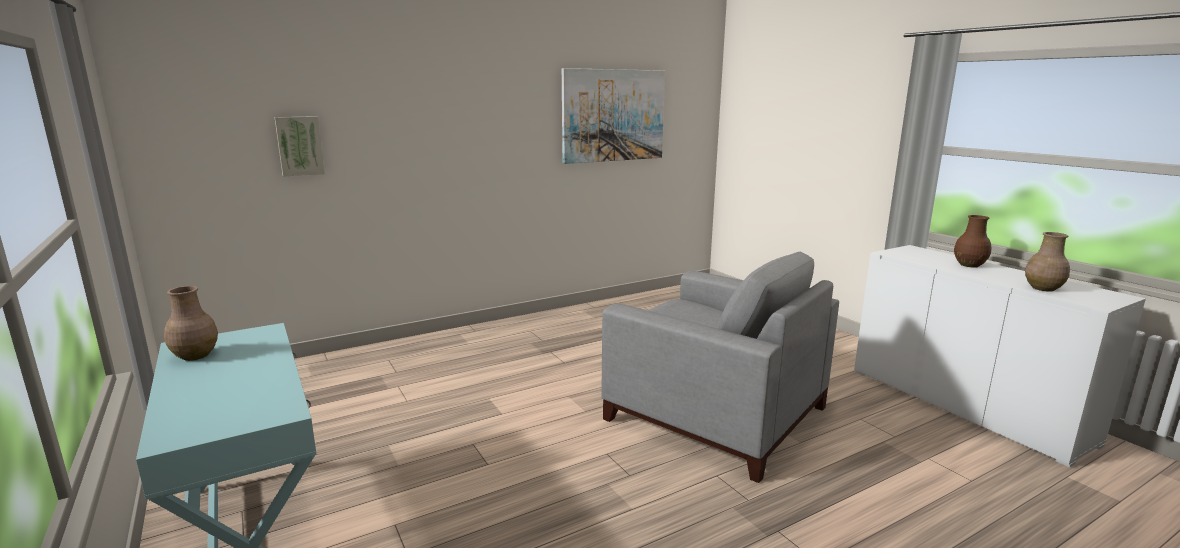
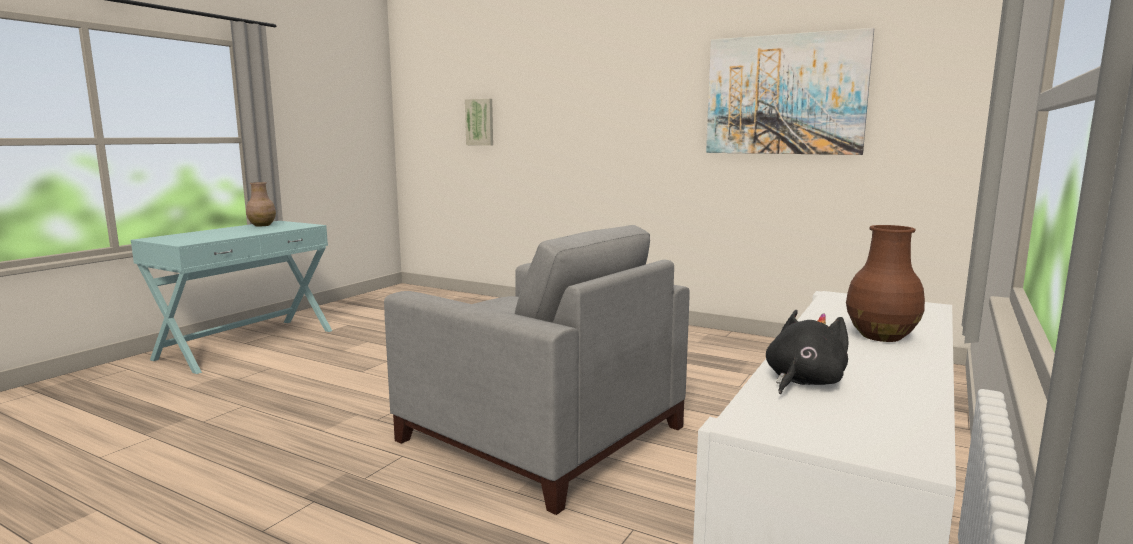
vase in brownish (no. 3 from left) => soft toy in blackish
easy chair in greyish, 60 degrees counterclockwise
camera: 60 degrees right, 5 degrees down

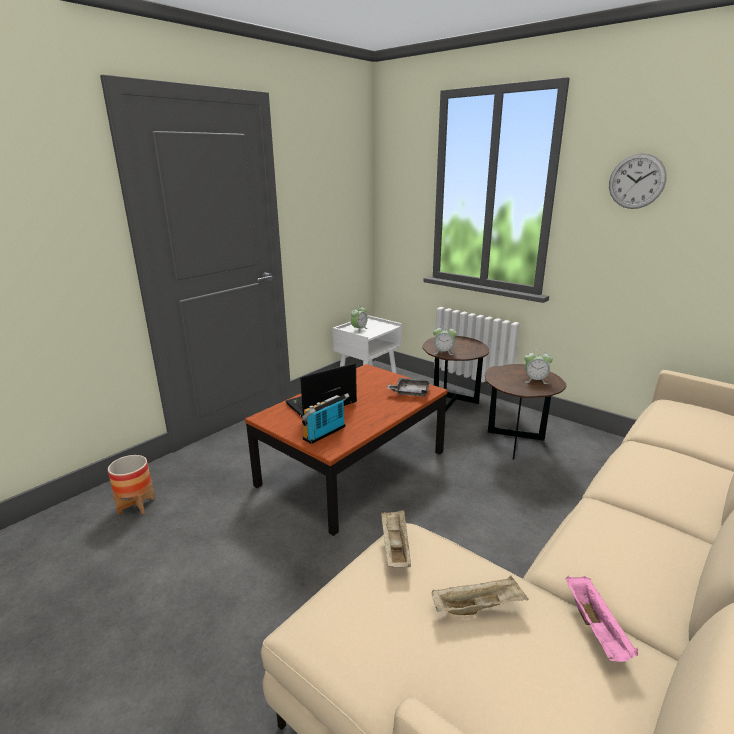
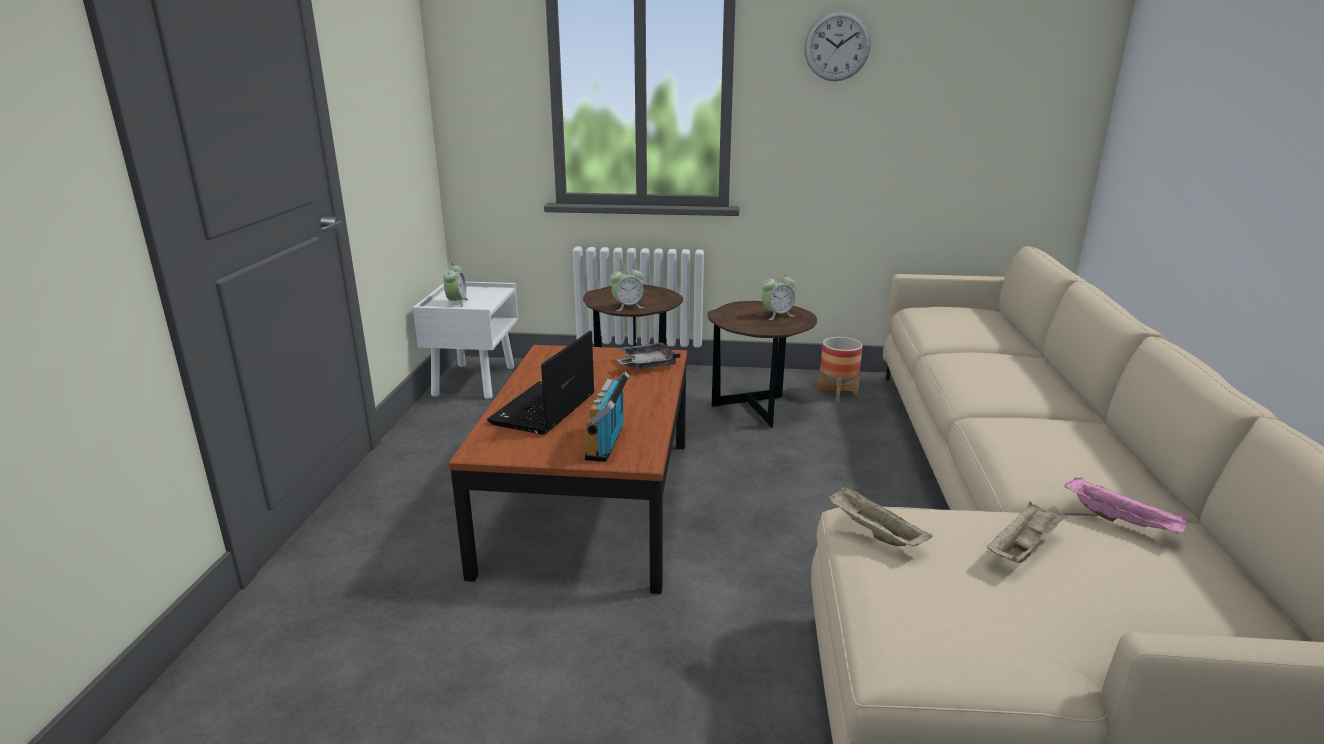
planter, relocated
camera: 35 degrees left, 0 degrees up

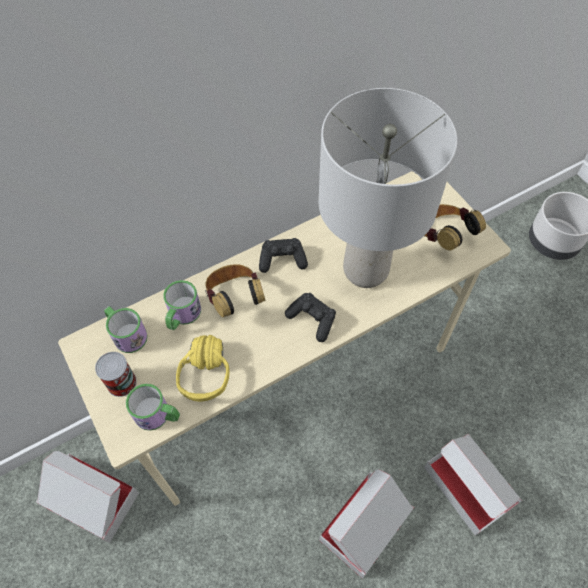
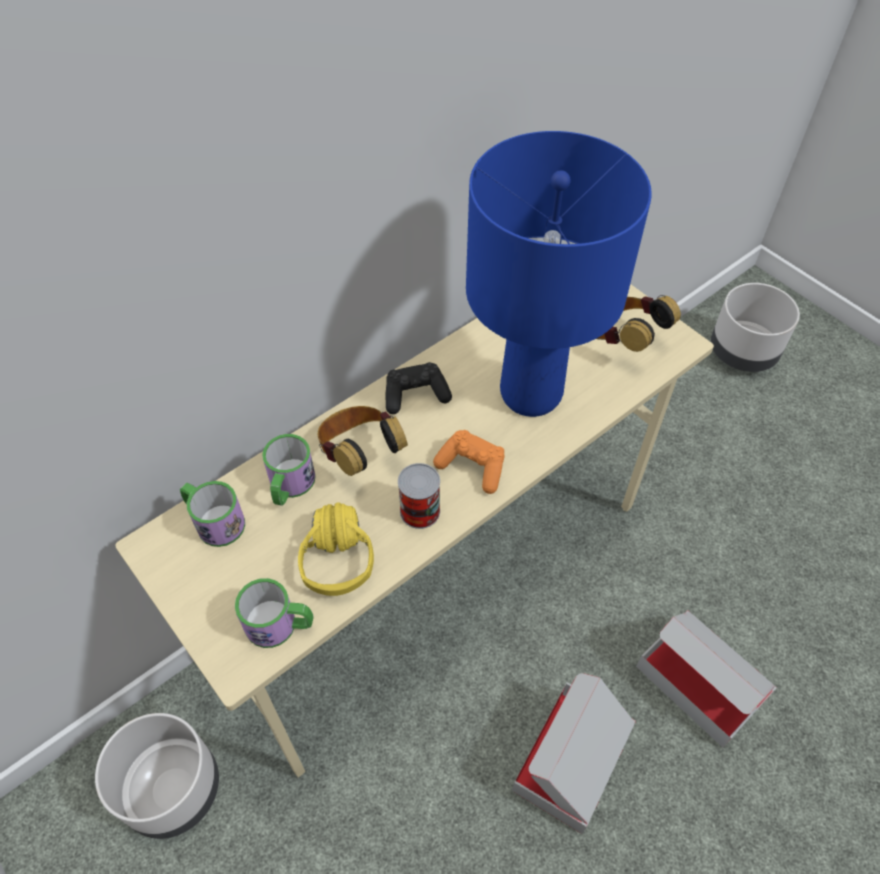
sealed can, relocated
cardboard box (no. 1 from left) => planter in greyish (no. 1 from left)
gamepad in blackish (no. 2 from left) => gamepad in orangey
table lamp in greyish => table lamp in blue
camera: 10 degrees left, 5 degrees down

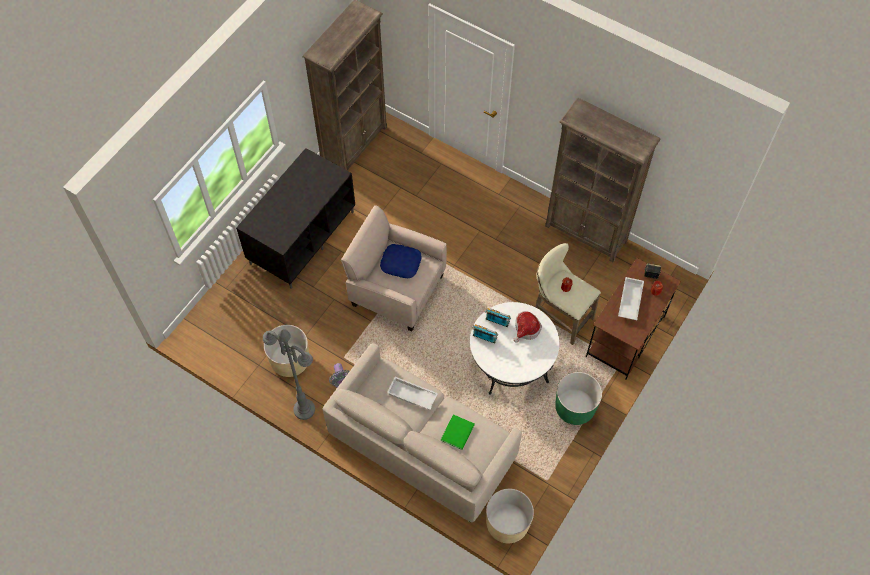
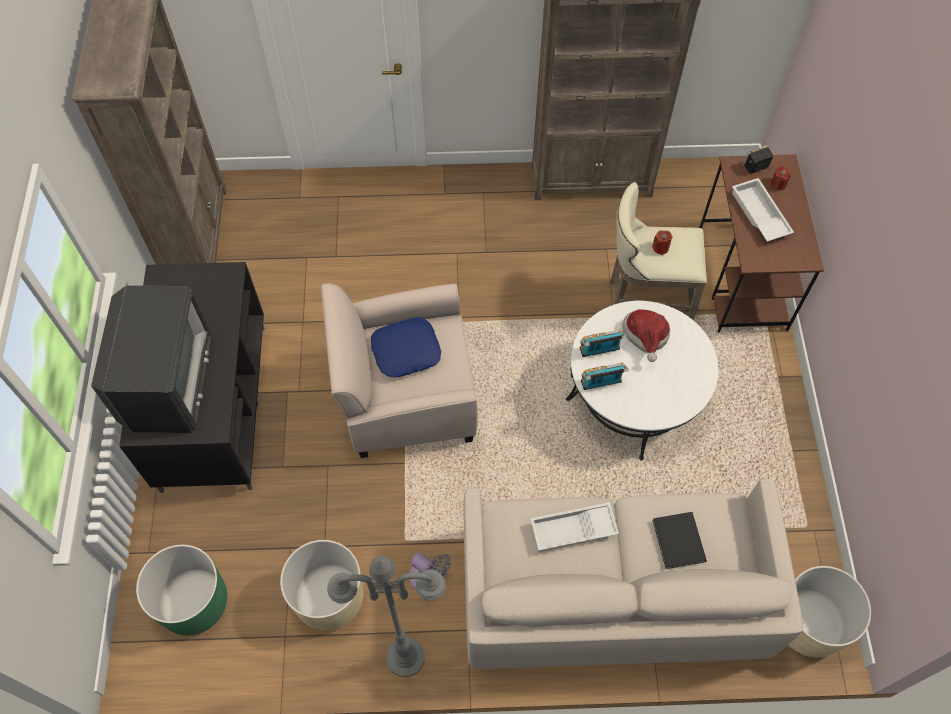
nothing => TV set
planter in green, relocated
volume in green => volume in blackish
camera: 35 degrees left, 0 degrees up

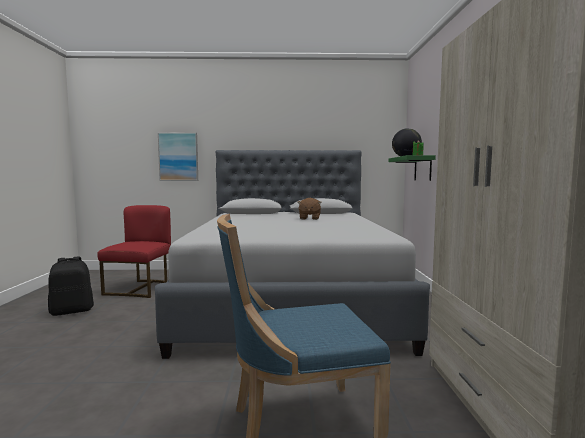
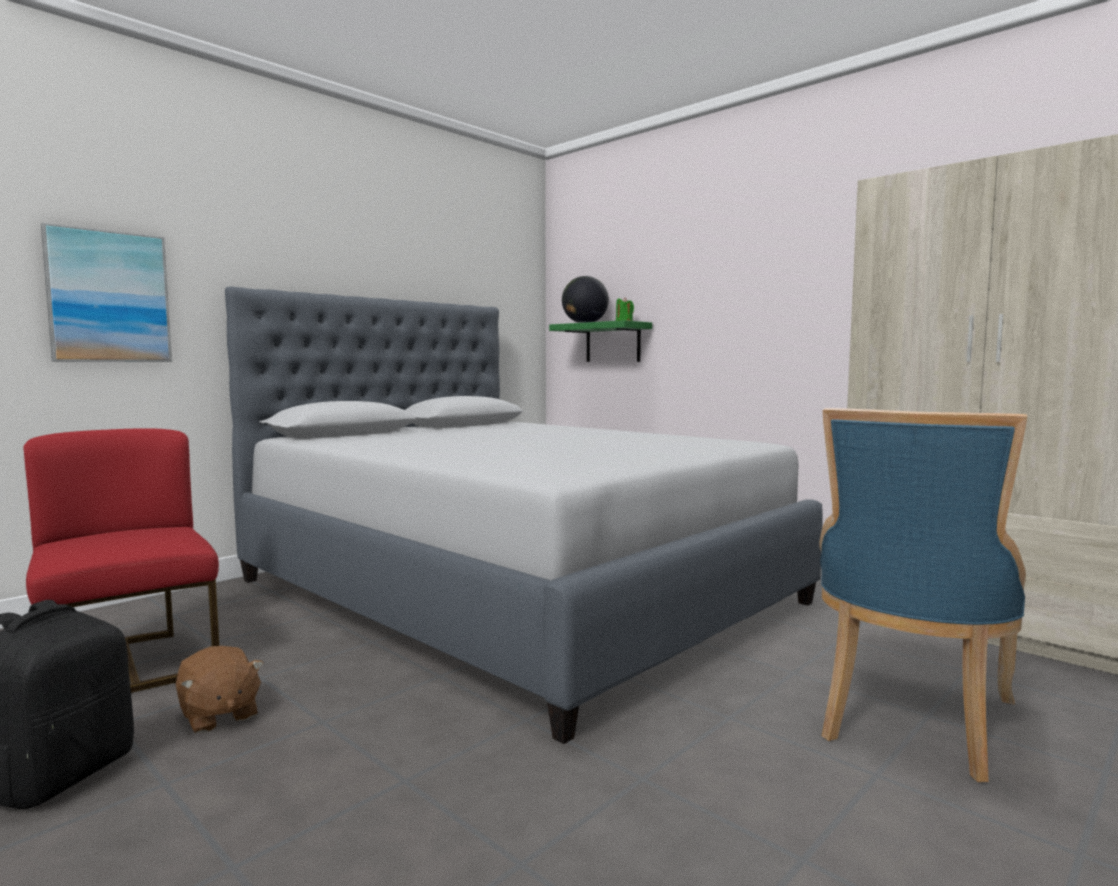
soft toy in brownish, relocated
camera: 45 degrees left, 0 degrees up

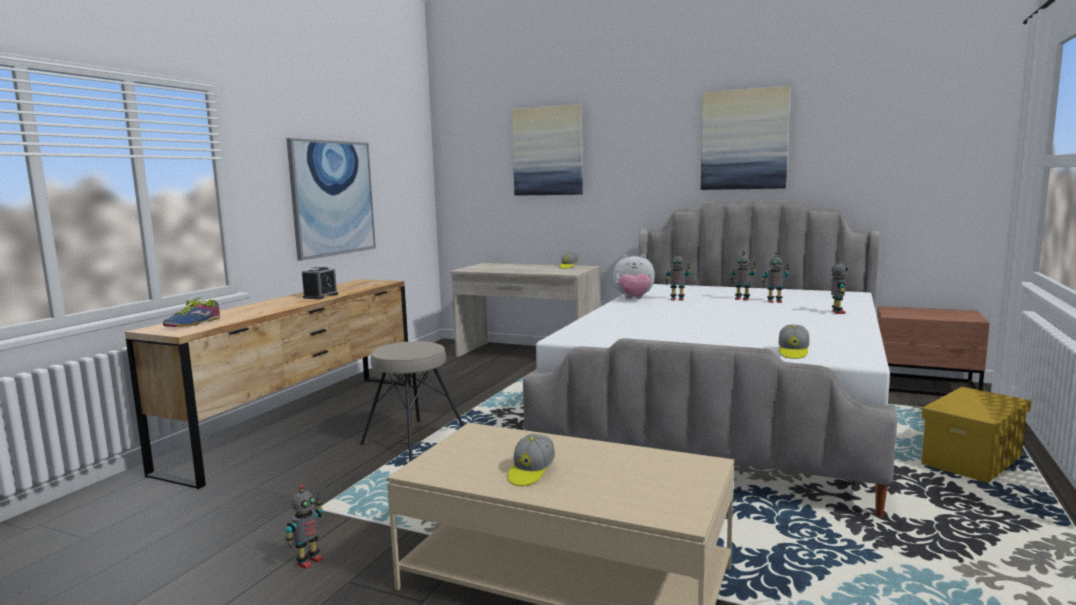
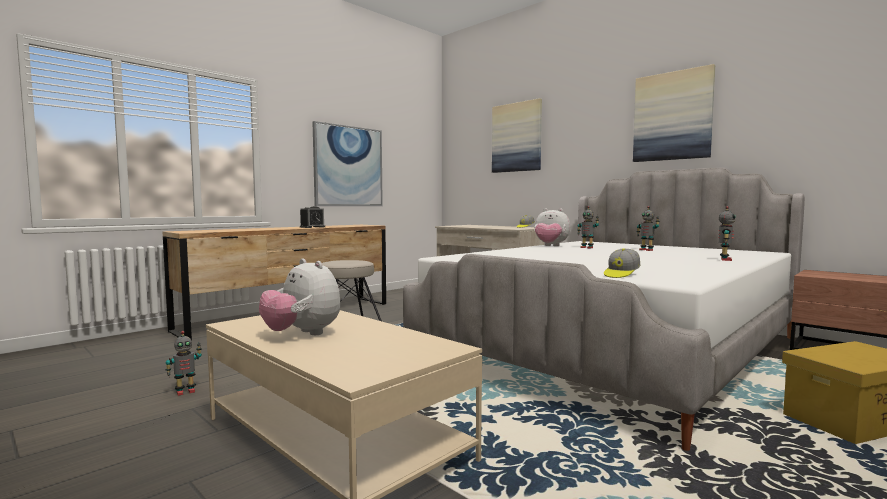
shoe => nothing
model robot (no. 4 from left) => nothing
peaked cap (no. 1 from left) => soft toy (no. 1 from left)
camera: 20 degrees right, 5 degrees down

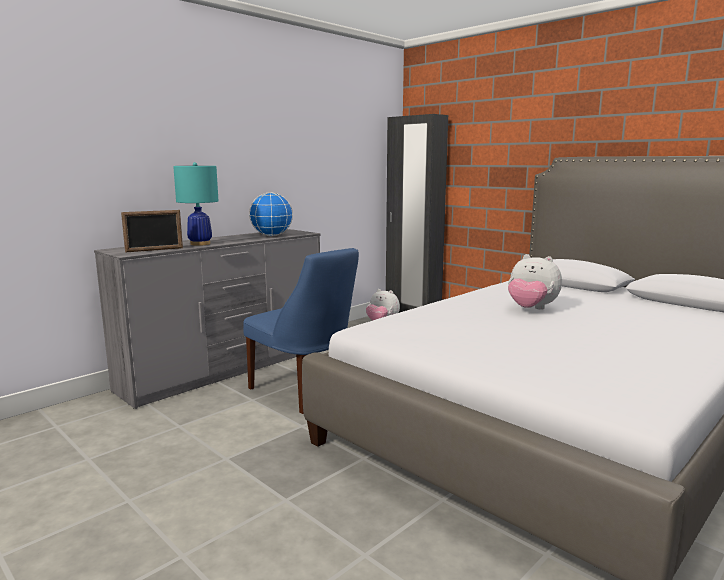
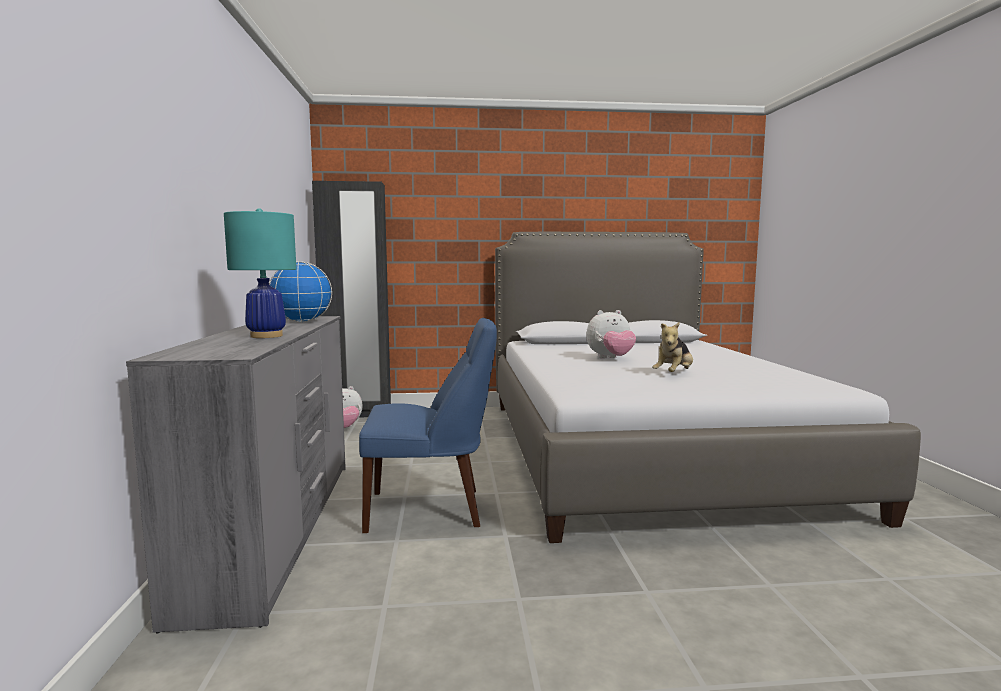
standing frame => nothing
nothing => soft toy (no. 3 from left)
camera: 50 degrees left, 5 degrees down

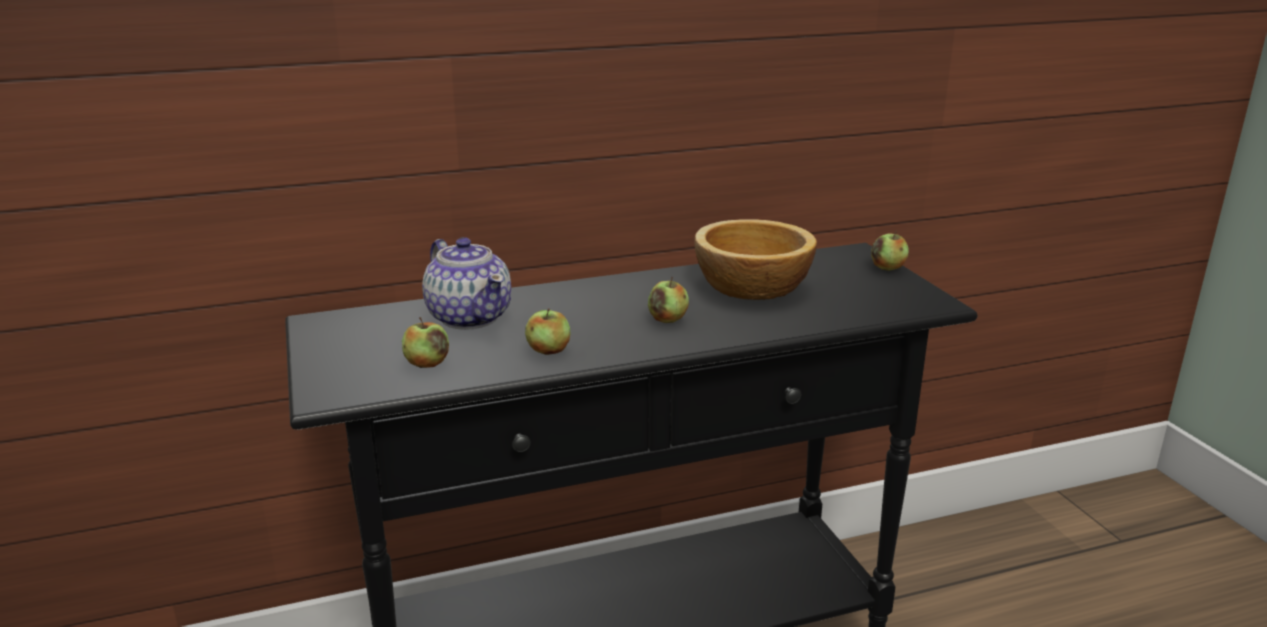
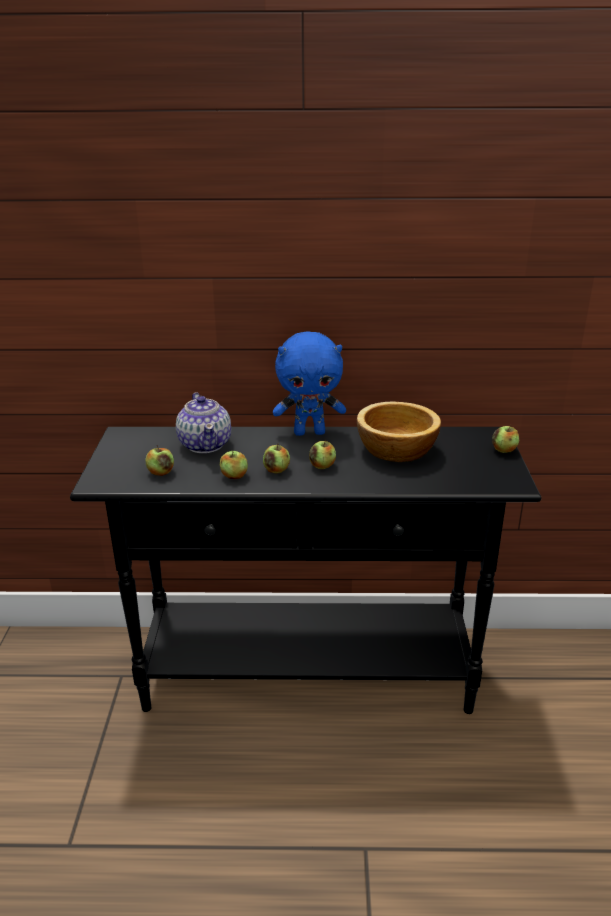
nothing => apple (no. 3 from left)
nothing => soft toy in blue
camera: 20 degrees right, 5 degrees up

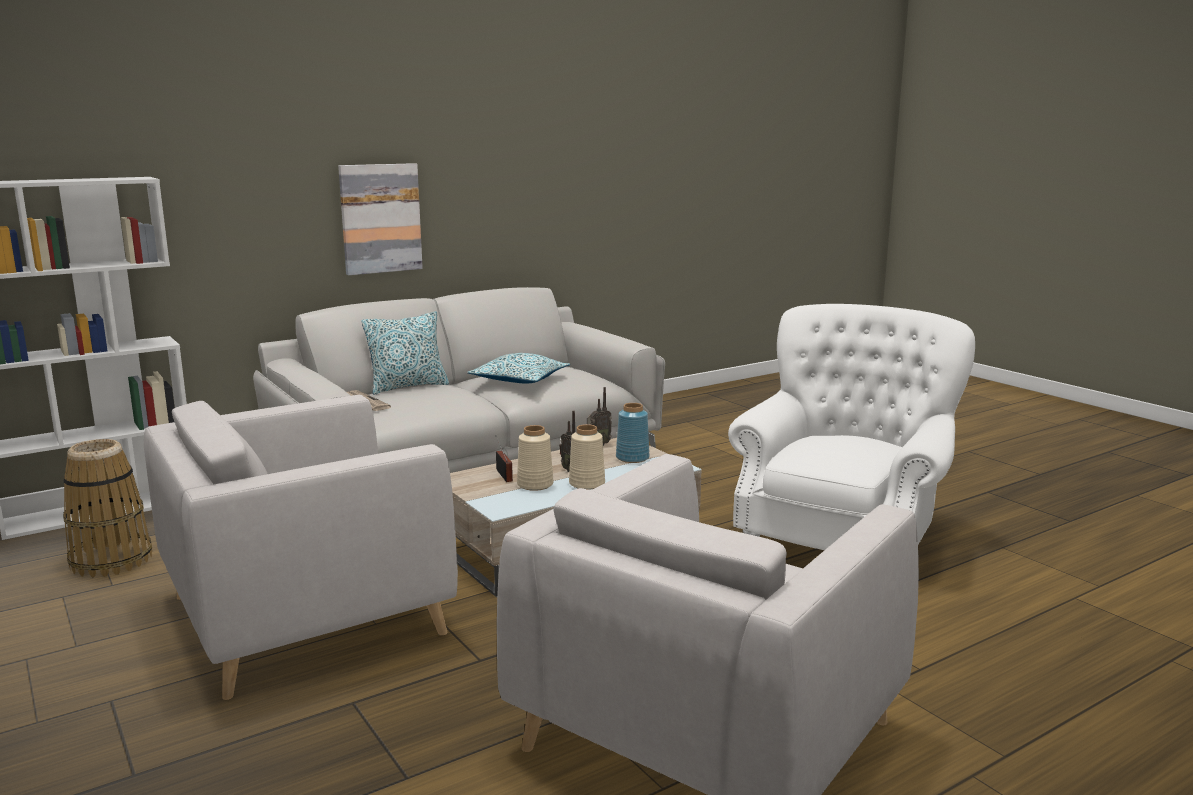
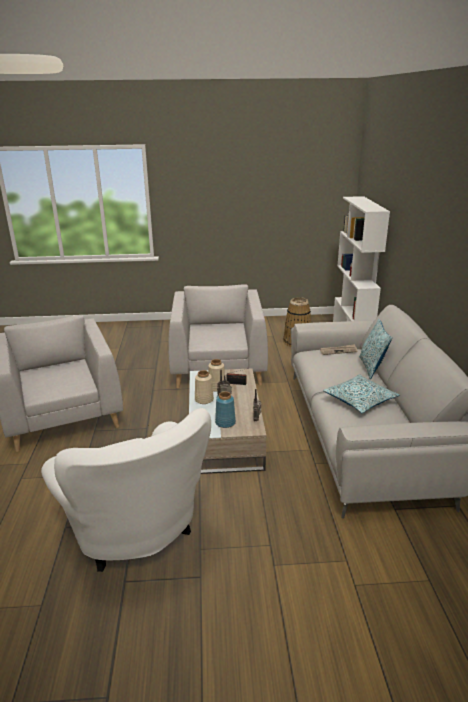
picture => nothing
camera: 120 degrees right, 10 degrees up

